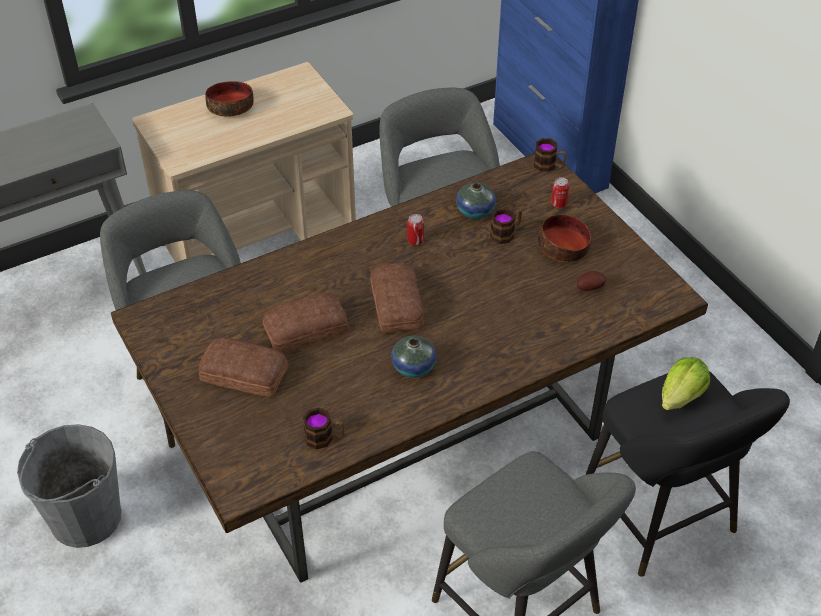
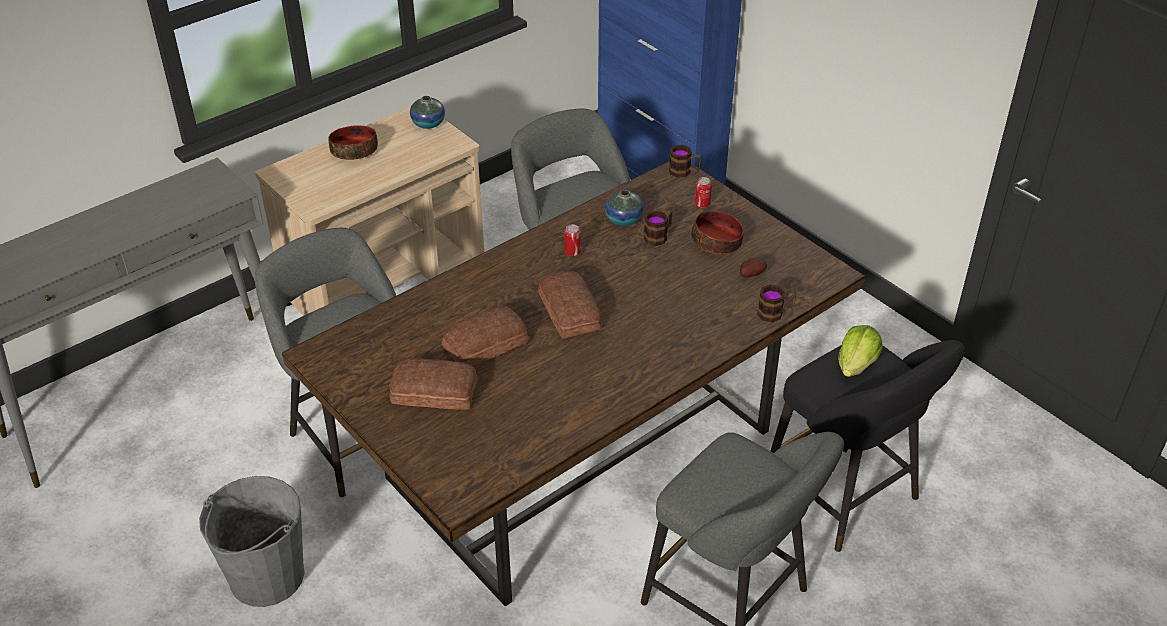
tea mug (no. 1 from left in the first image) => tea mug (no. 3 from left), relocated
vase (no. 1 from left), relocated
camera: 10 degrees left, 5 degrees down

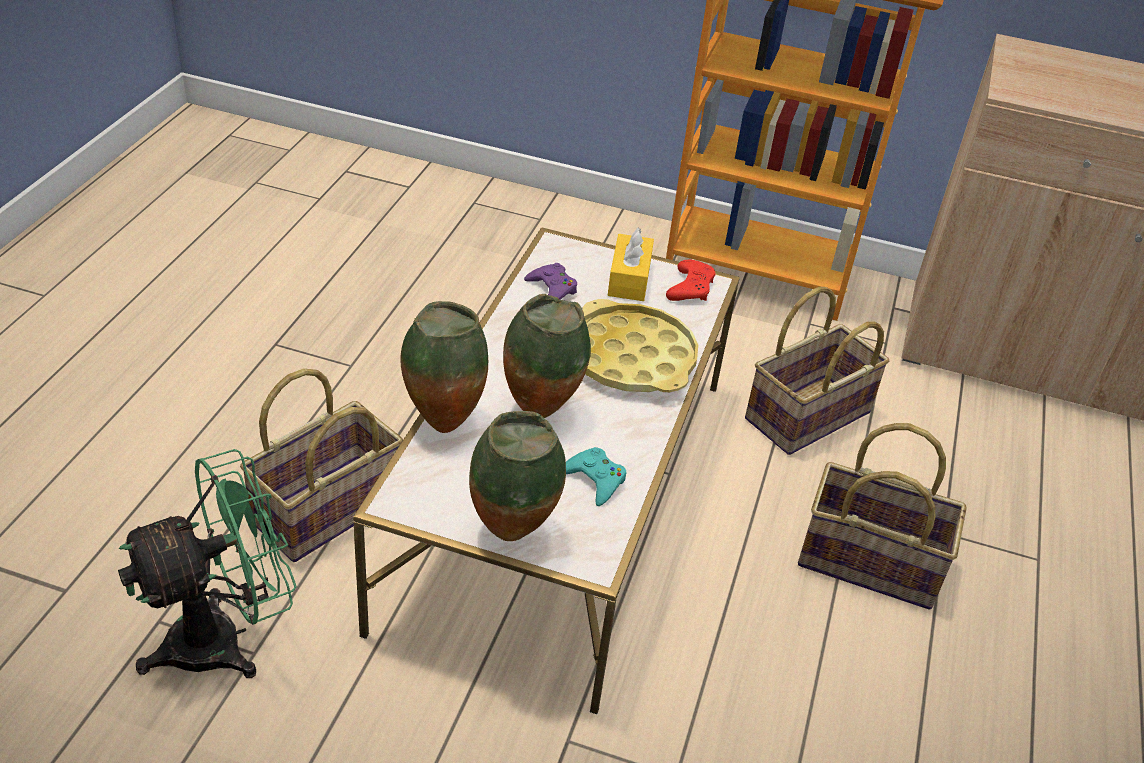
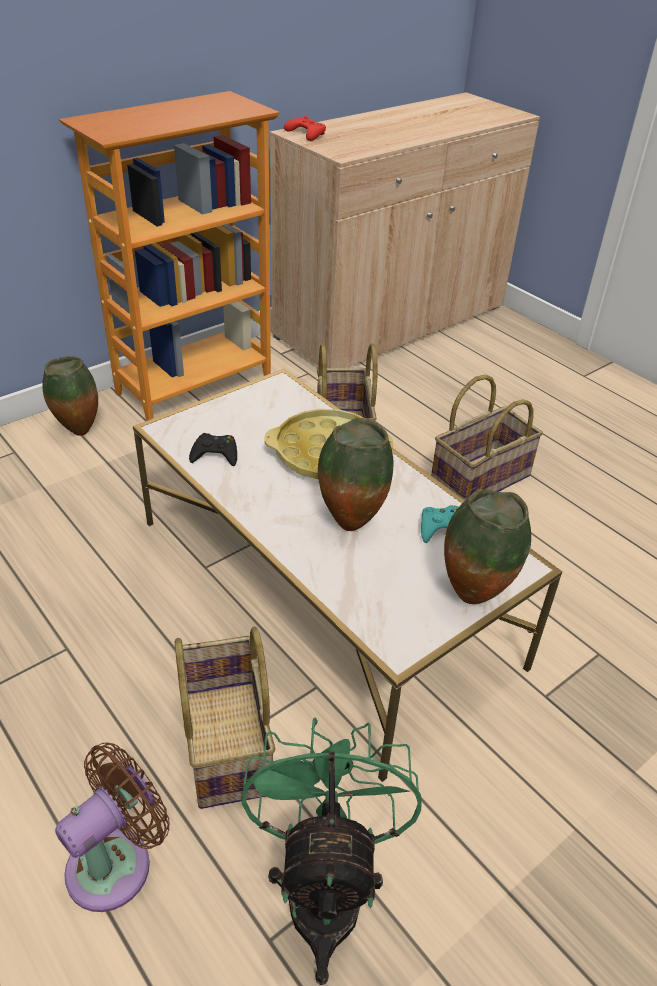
tissue holder in yellow => nothing
nothing => electric fan in brownish
vase (no. 1 from left), relocated
gamepad in reddish, relocated
gamepad in purple => gamepad in blackish
camera: 55 degrees left, 0 degrees up

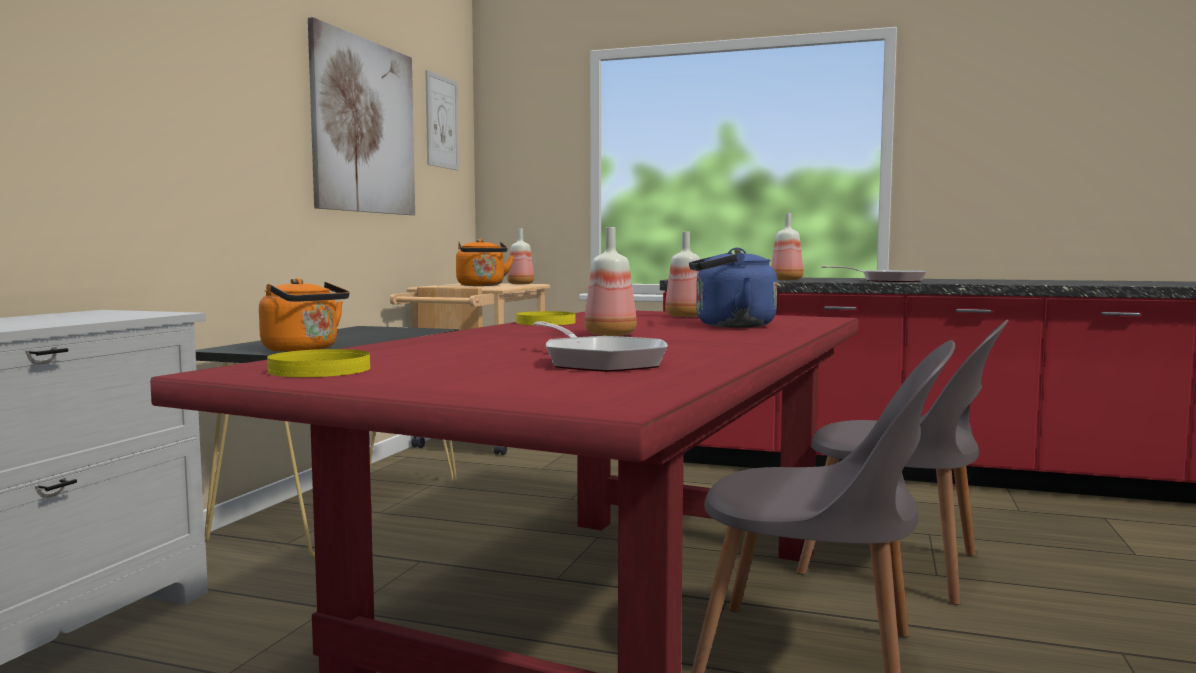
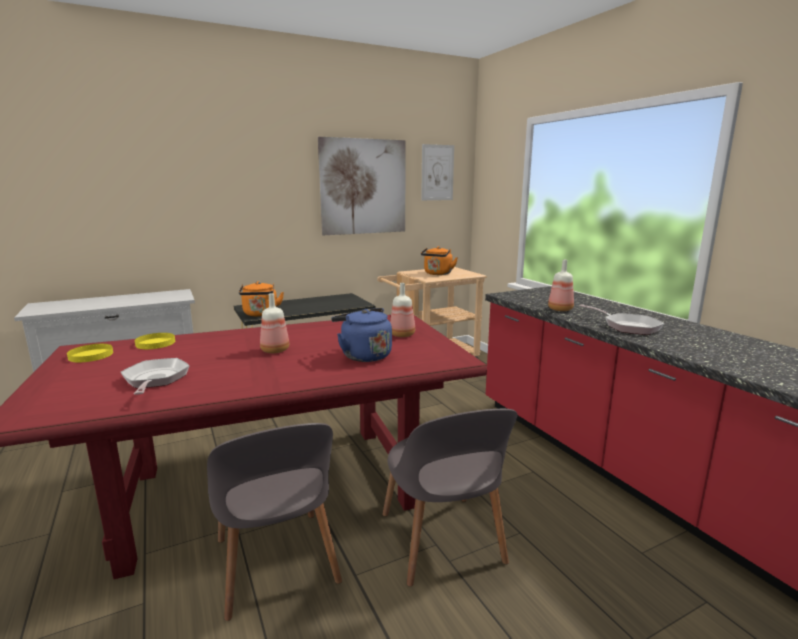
drink bottle (no. 1 from left) => nothing
dinner plate in yellow (no. 2 from left), relocated
frying pan (no. 1 from left), 150 degrees clockwise
camera: 45 degrees right, 10 degrees up

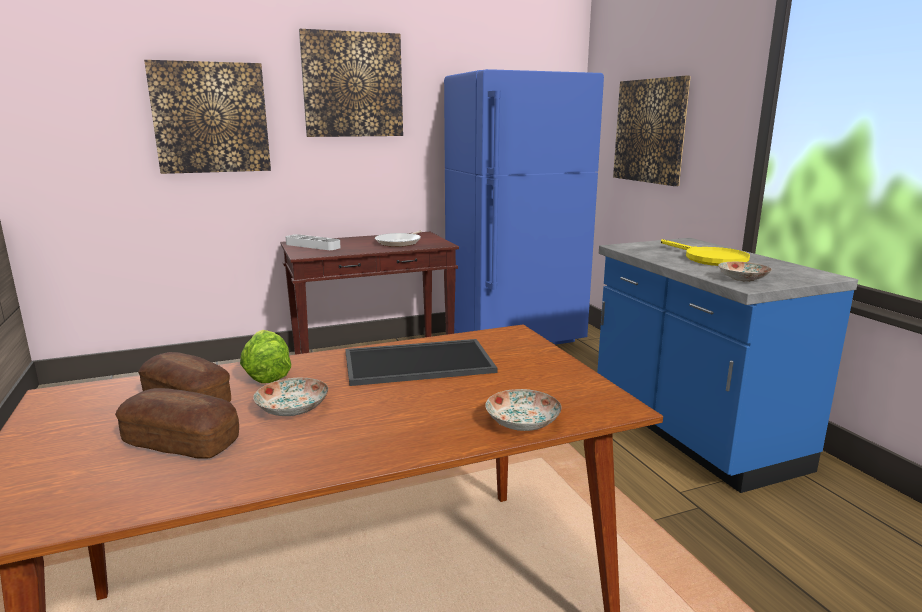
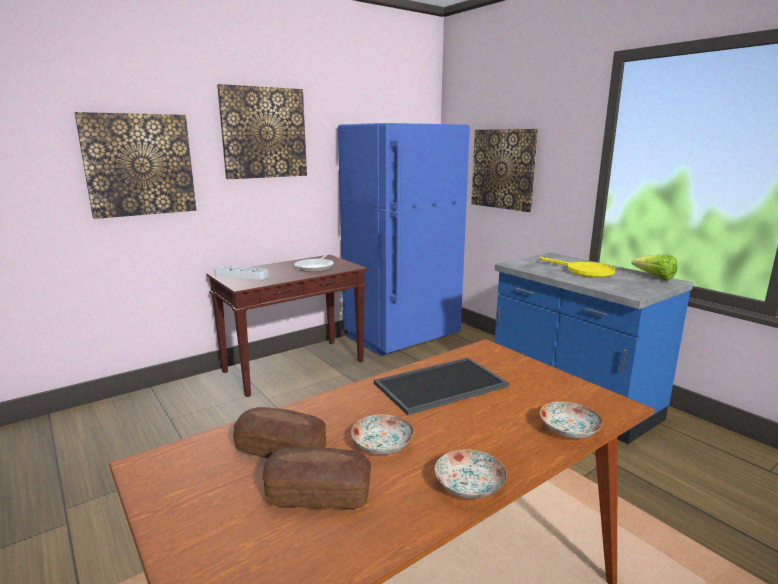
lettuce head, relocated
dinner plate (no. 3 from left in the first image) => dinner plate (no. 2 from left), relocated
camera: 15 degrees left, 0 degrees up

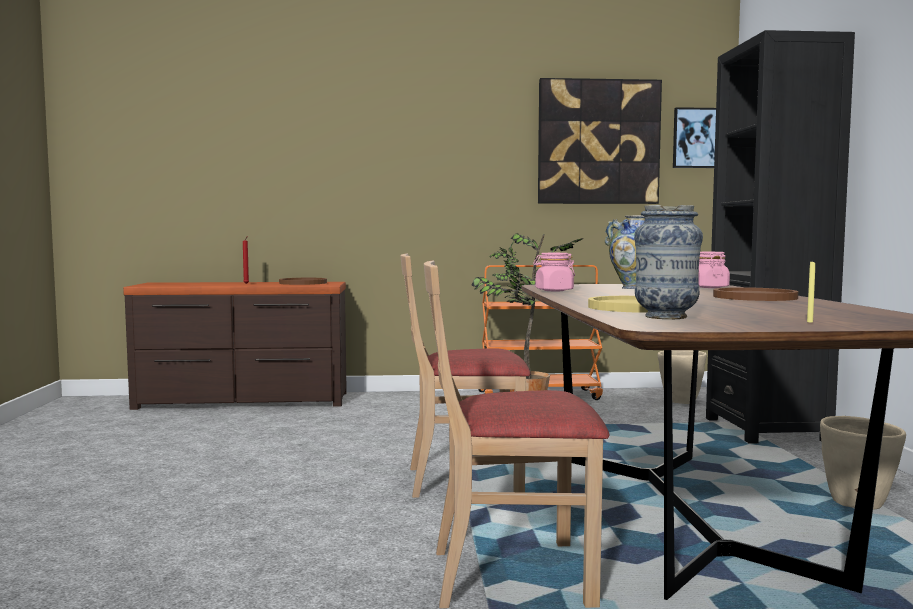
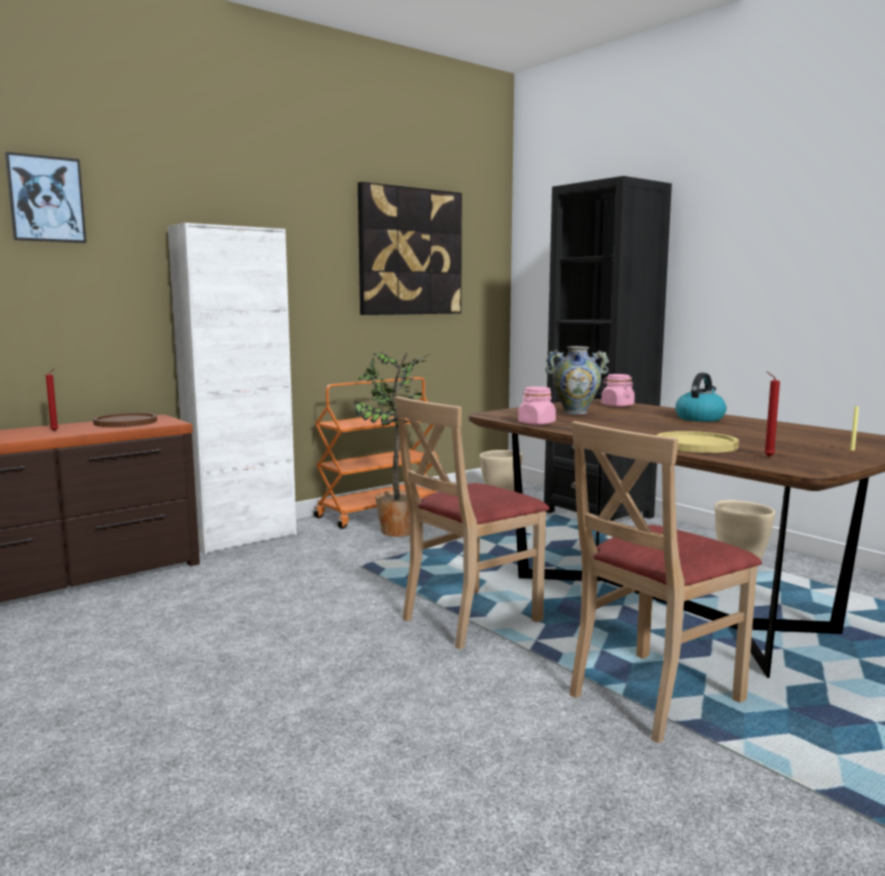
nothing => storage cabinet in white
picture (no. 2 from left in the first image) => picture (no. 1 from left), relocated
vase (no. 2 from left) => candle in reddish (no. 2 from left)
dinner plate in brownish (no. 2 from left) => tea kettle
camera: 35 degrees left, 5 degrees up

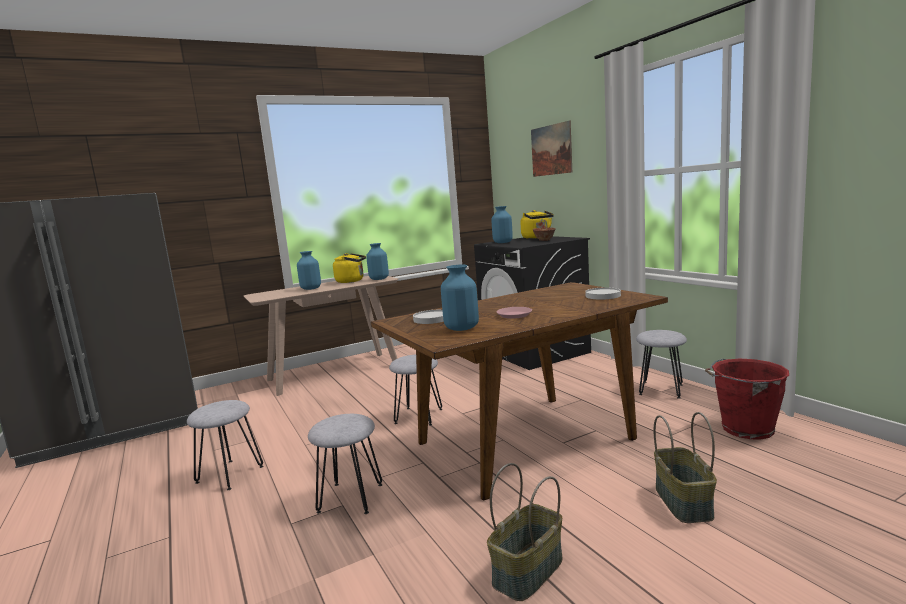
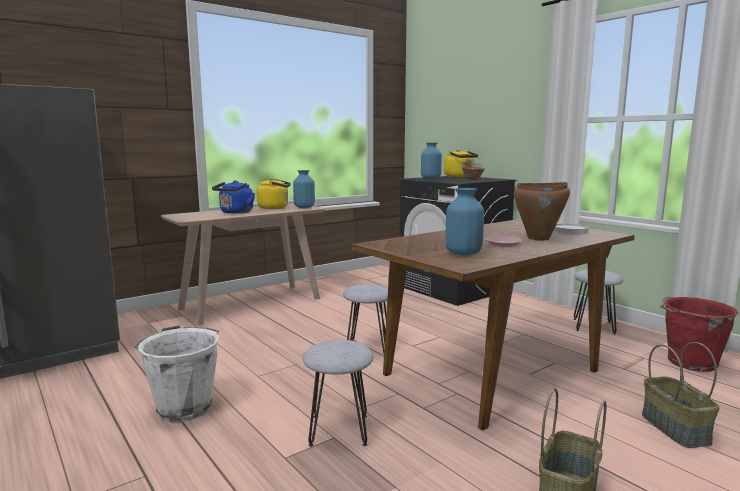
dinner plate in white (no. 1 from left) => nothing
picture => nothing
nothing => stockpot in brownish
sitting stool in greyish (no. 1 from left) => water bucket in white
vase in blue (no. 1 from left) => tea kettle in blue
camera: 10 degrees left, 0 degrees up

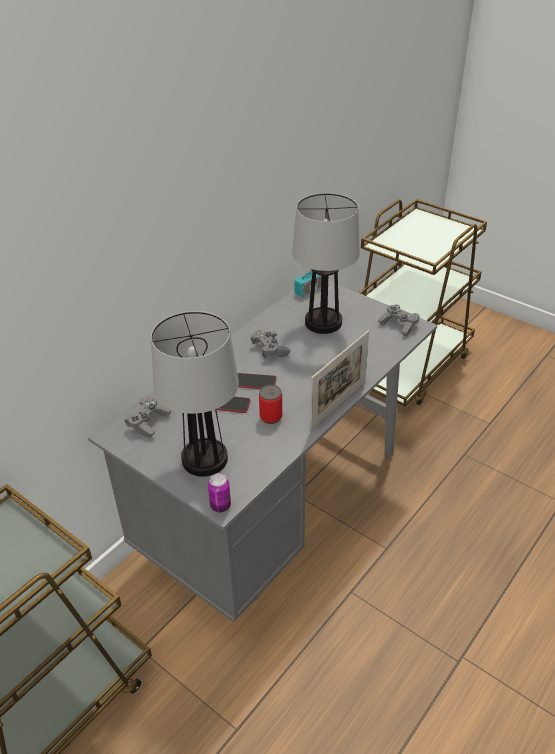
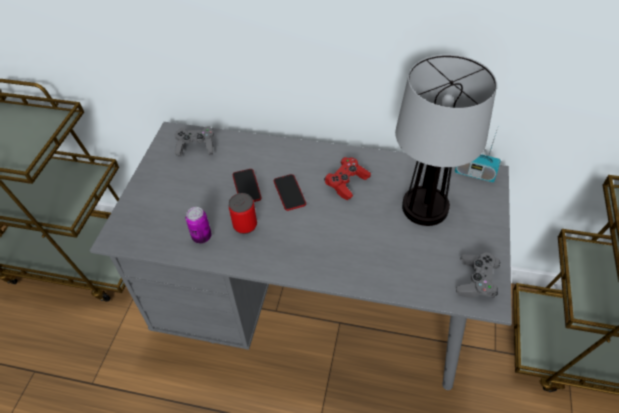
table lamp (no. 1 from left) => nothing
standing frame => nothing
sealed can (no. 1 from left), relocated
gamepad in greyish (no. 2 from left) => gamepad in reddish
camera: 65 degrees right, 10 degrees up

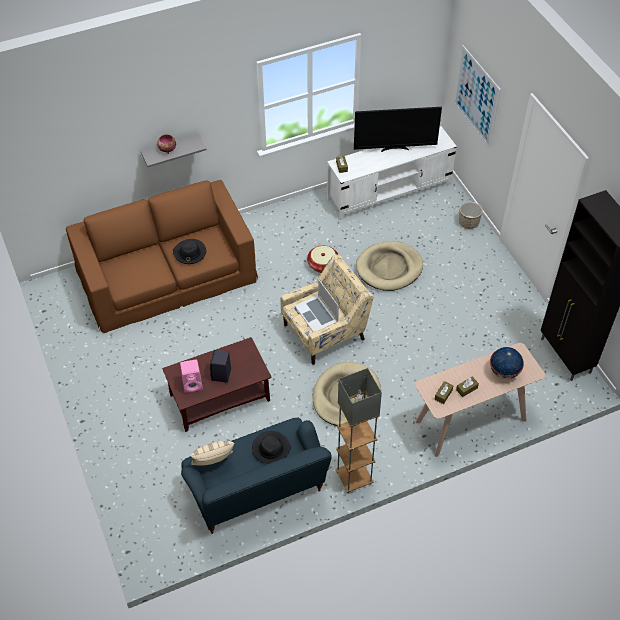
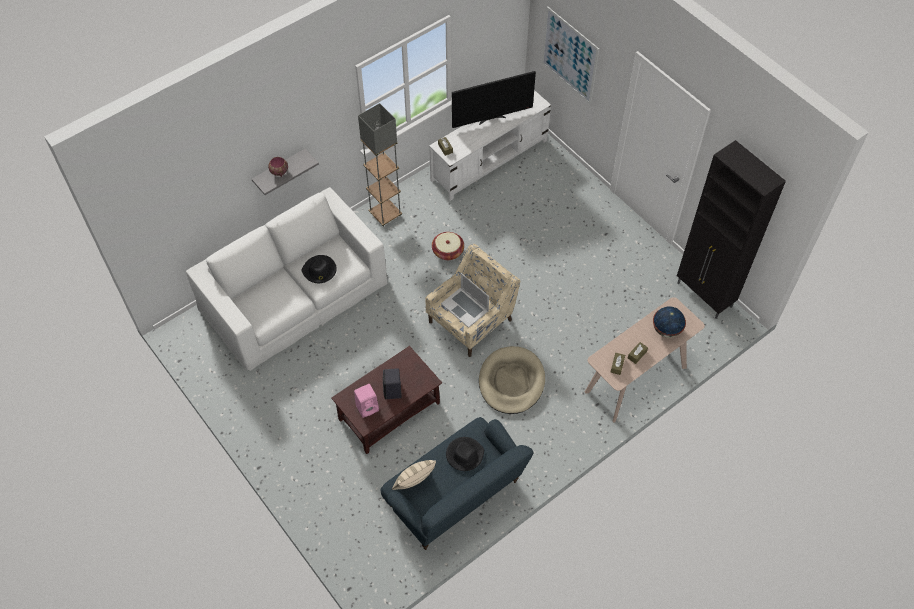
dog bed in sand-coloured (no. 2 from left) => nothing
planter => nothing
standard lamp in greyish, relocated
couch in brownish => couch in white
camera: 15 degrees left, 5 degrees up

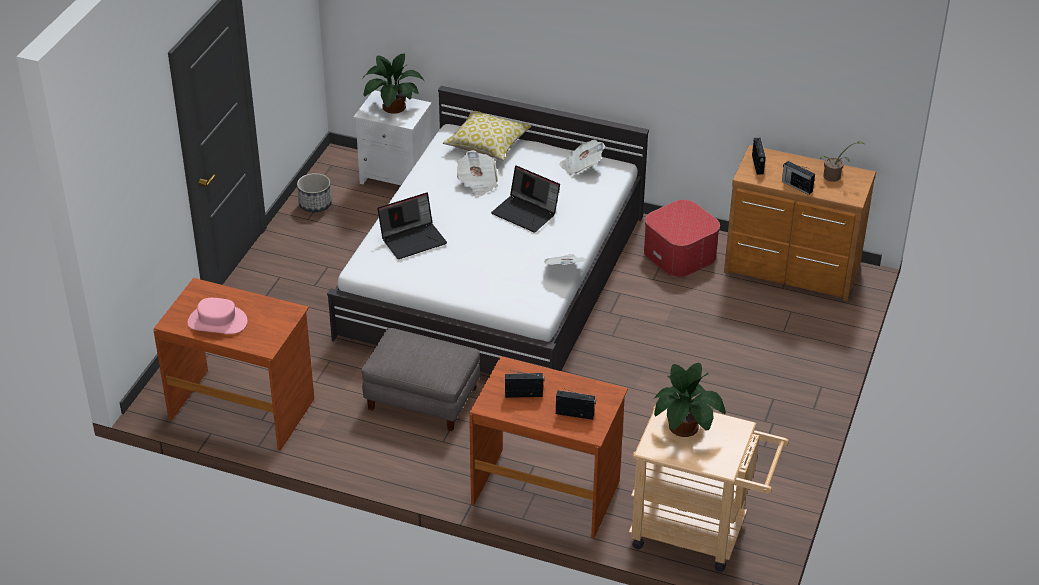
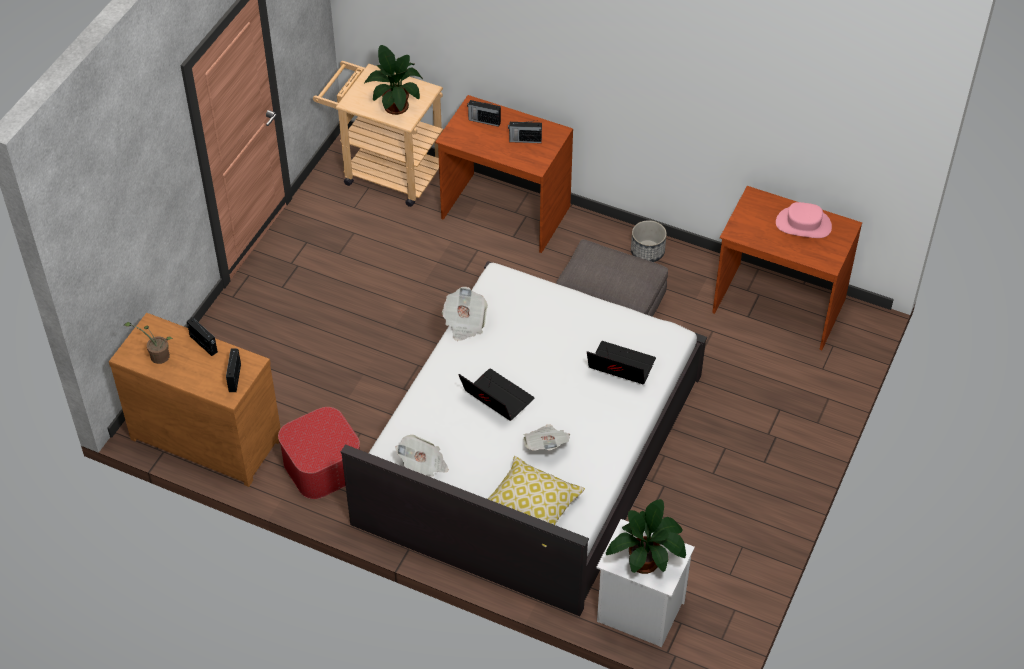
planter, relocated
portable computer (no. 1 from left in the first image) => portable computer (no. 2 from left), 45 degrees clockwise
camera: 175 degrees left, 10 degrees up

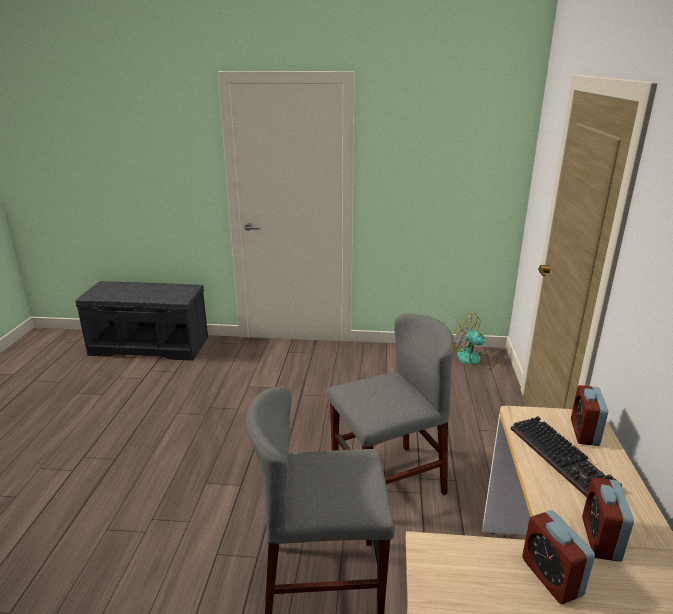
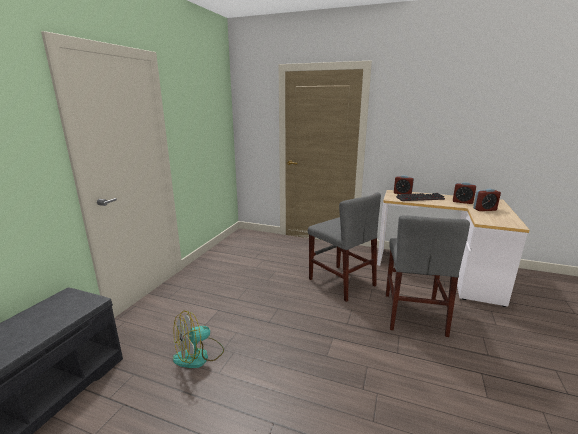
electric fan, relocated
upright chair in greyish (no. 2 from left in the first image) => upright chair in greyish (no. 1 from left), 150 degrees clockwise
camera: 75 degrees left, 5 degrees down

